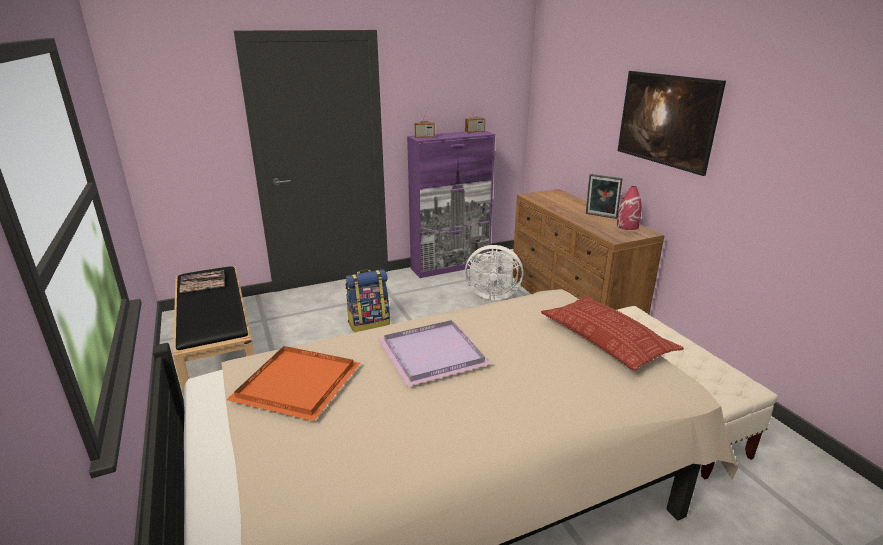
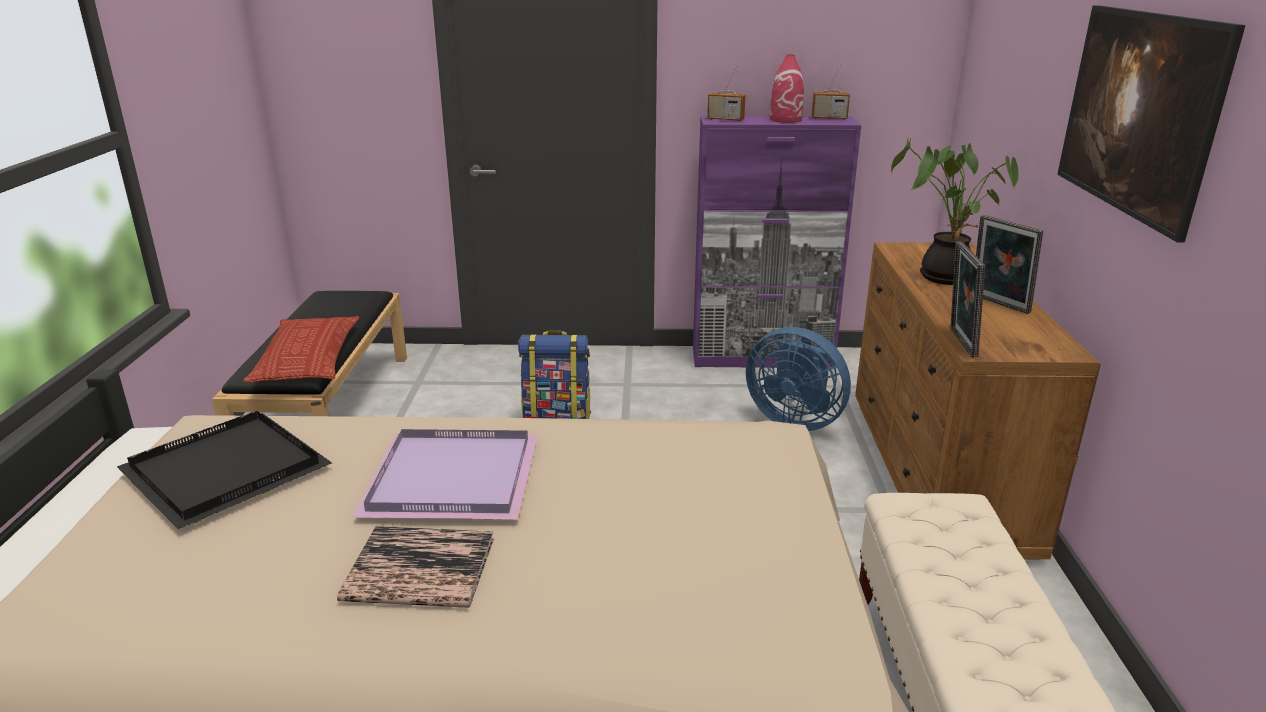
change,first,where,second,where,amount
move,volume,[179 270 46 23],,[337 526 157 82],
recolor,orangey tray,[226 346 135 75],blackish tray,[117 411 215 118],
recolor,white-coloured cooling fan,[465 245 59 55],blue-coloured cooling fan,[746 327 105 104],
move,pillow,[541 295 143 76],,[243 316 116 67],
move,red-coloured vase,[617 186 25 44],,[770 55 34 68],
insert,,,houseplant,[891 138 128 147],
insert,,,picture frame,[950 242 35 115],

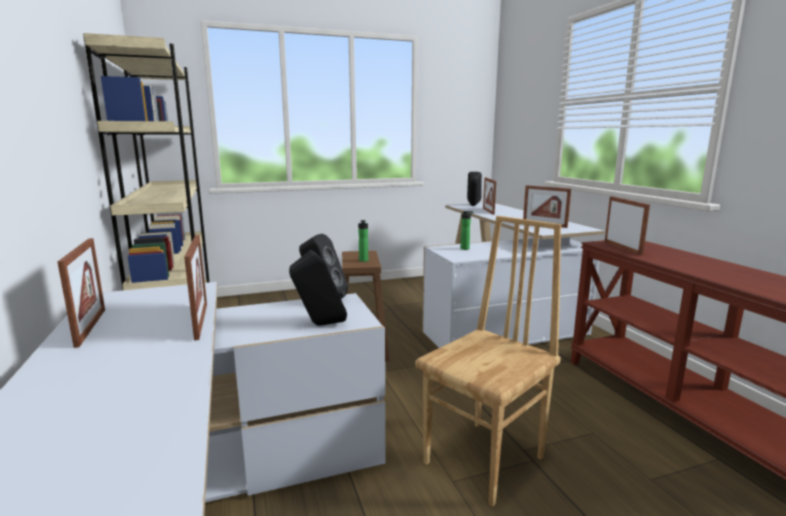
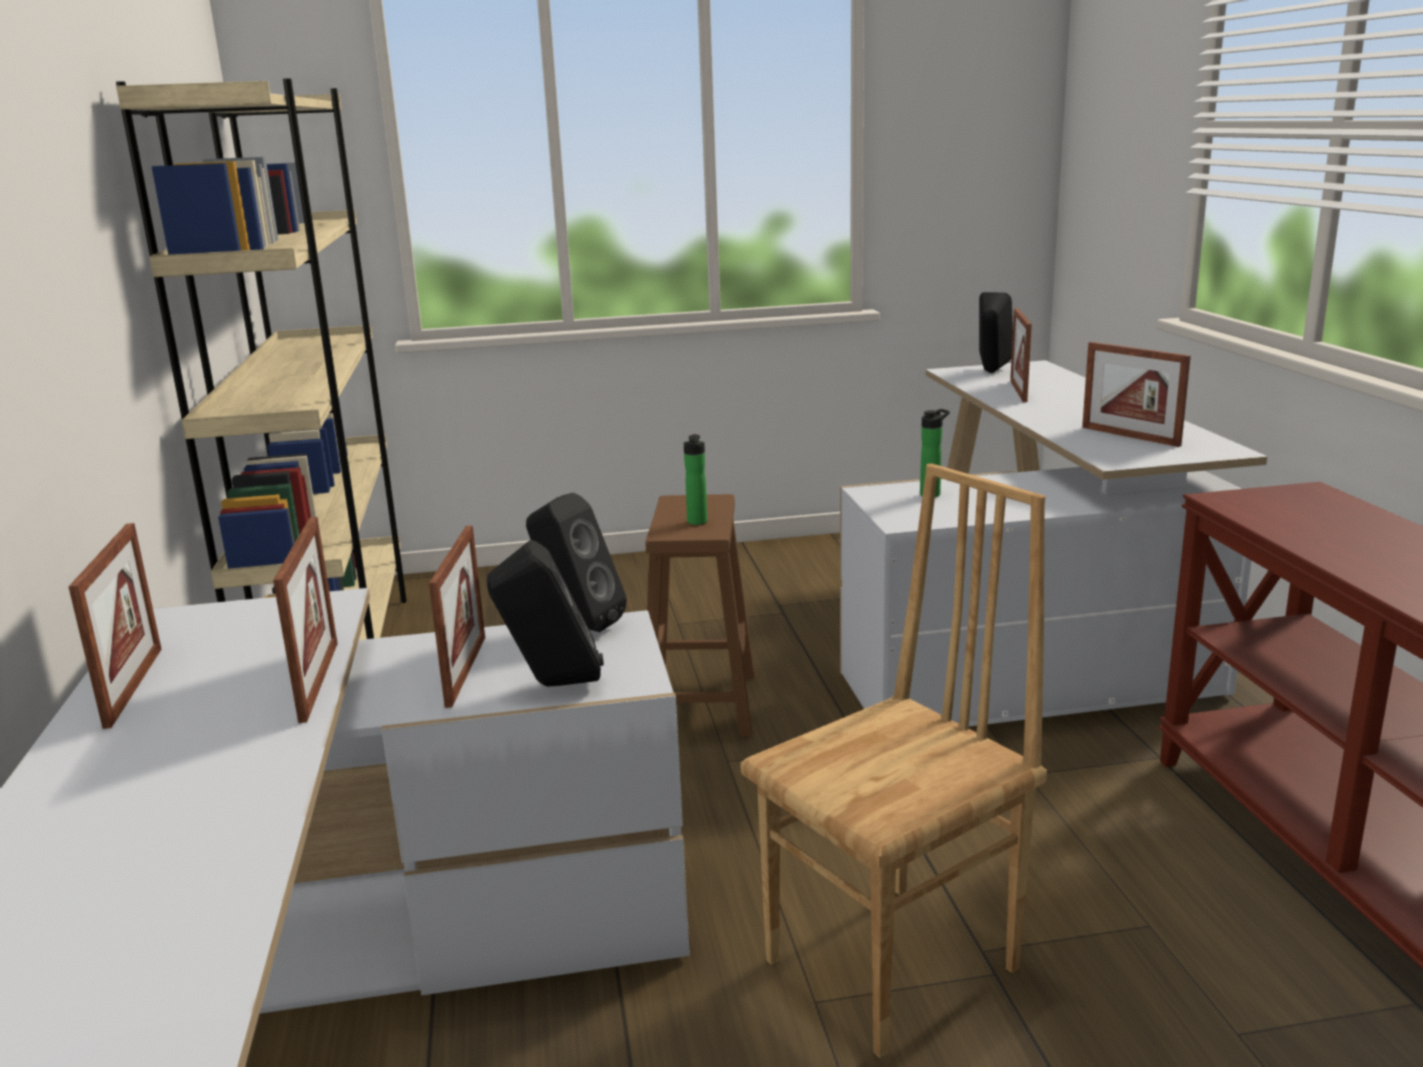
change,first,where,second,where,amount
move,picture frame,[605 196 45 59],,[429 526 56 182],

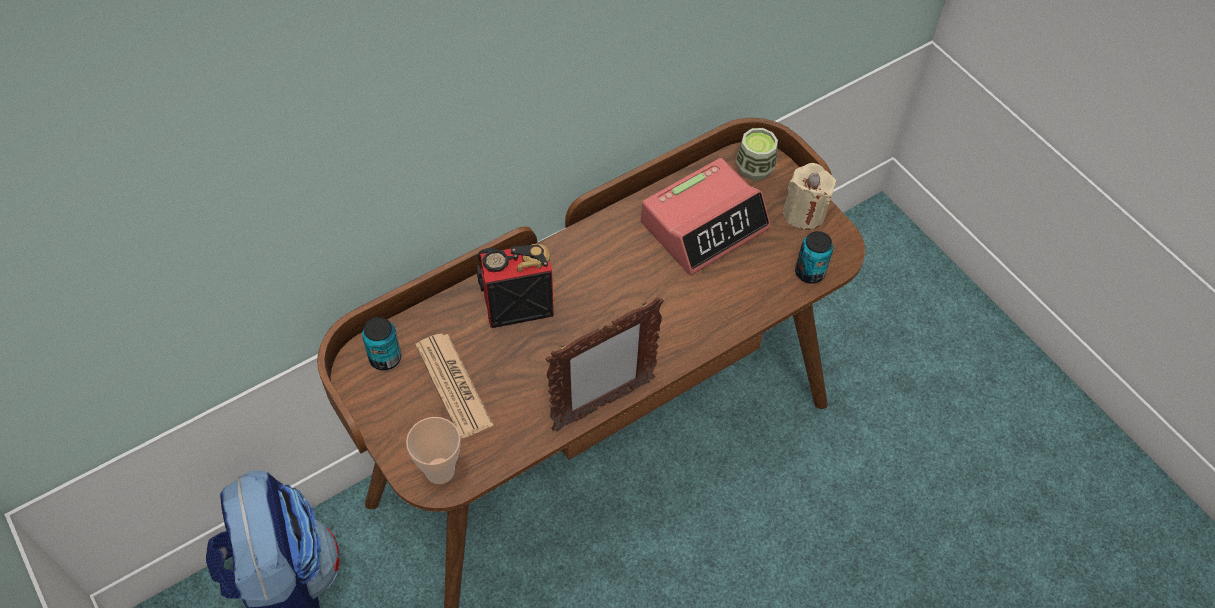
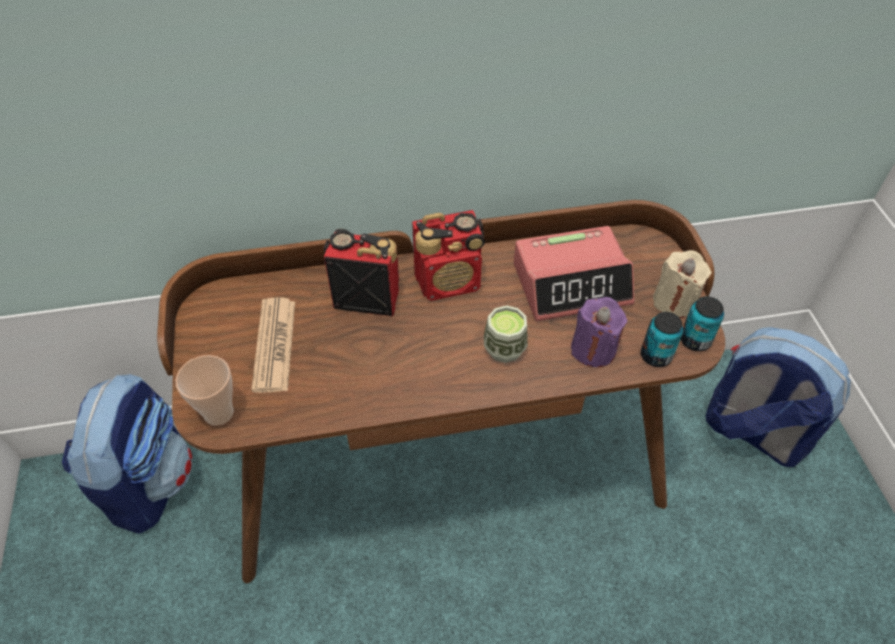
change,first,where,second,where,amount
move,can,[362 317 39 53],,[681 296 43 55],
delete,picture frame,[545 297 119 134],,,
move,drinking cup,[736 128 42 52],,[484 305 44 58],
insert,,,radio receiver,[412 210 73 91],
insert,,,purplish candle,[571 297 56 70],
insert,,,backpack,[706 327 145 140],

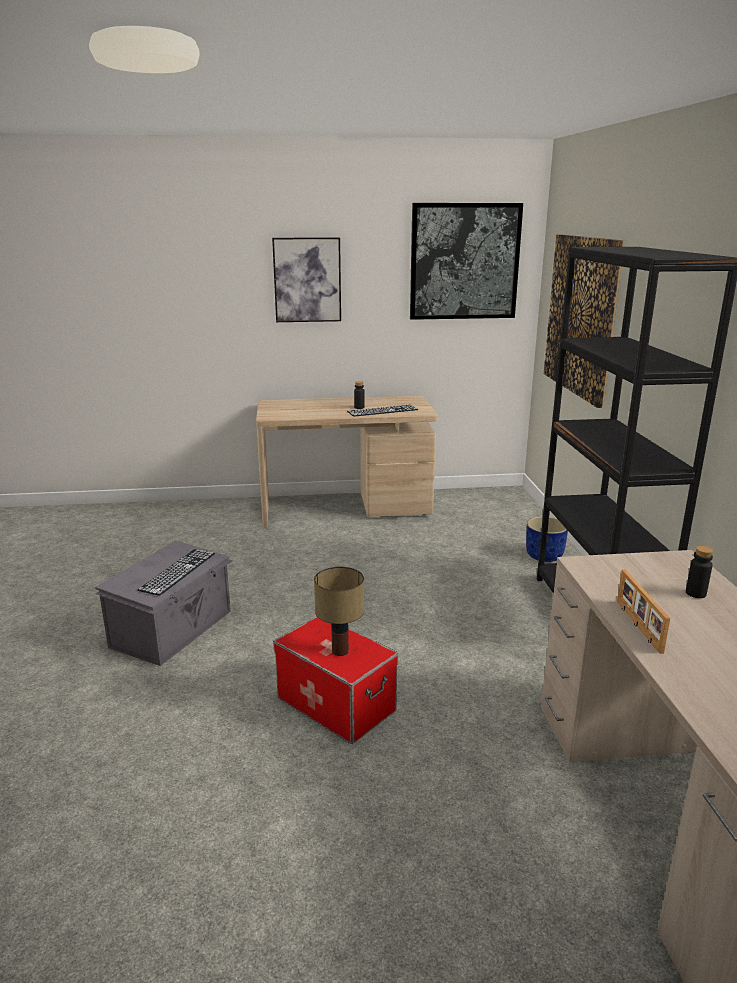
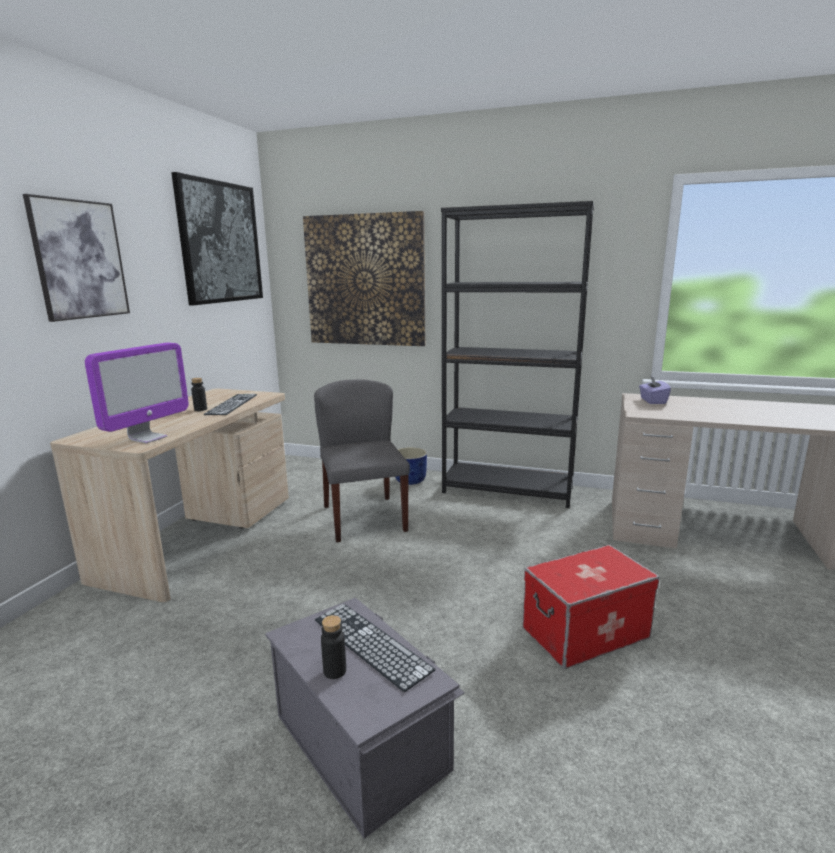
change,first,where,second,where,amount
delete,table lamp,[314 567 50 89],,,
delete,picture frame,[617 569 53 85],,,
move,blackish bottle,[686 546 27 52],,[321 615 25 64],
insert,,,computer screen,[85 342 104 101],
insert,,,greyish upright chair,[314 380 96 162],
insert,,,purplish tissue holder,[639 375 32 29],

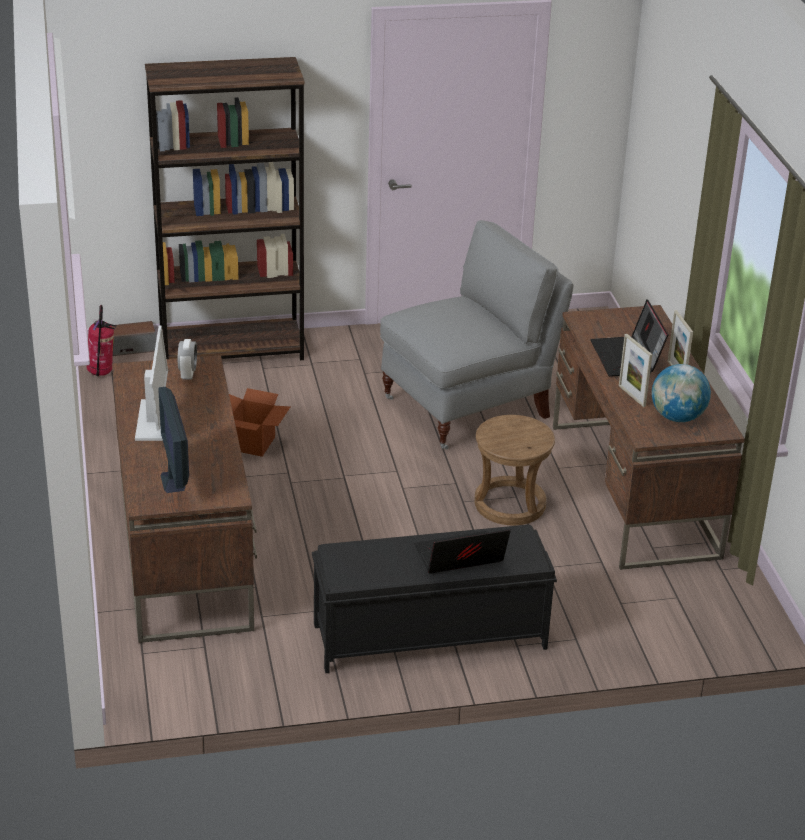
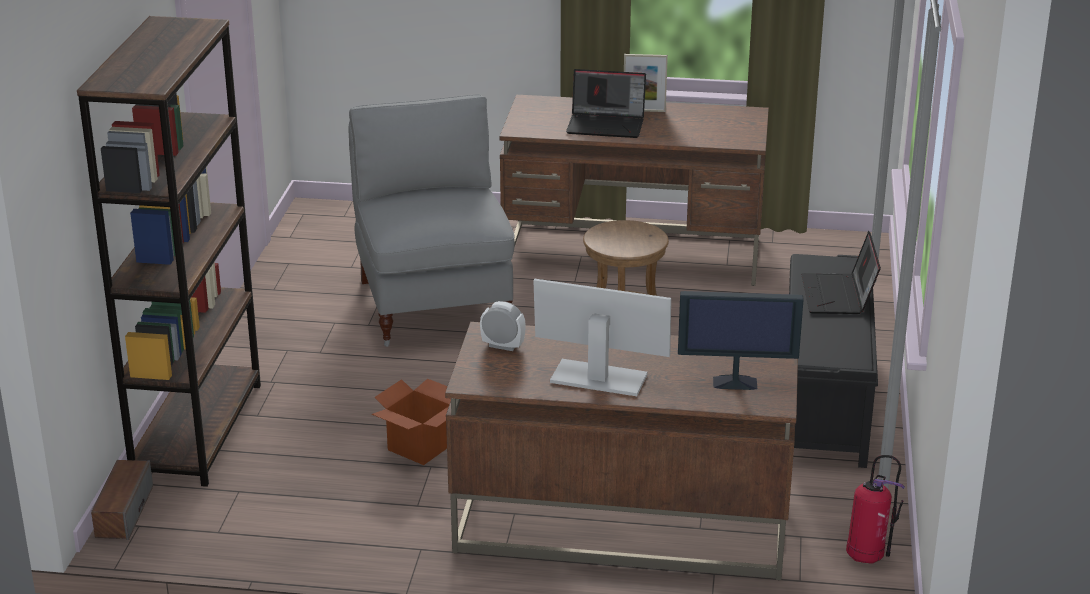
change,first,where,second,where,amount
move,fire extinguisher,[87 305 30 71],,[846 455 59 109],
delete,picture frame,[619 334 33 73],,,
delete,globe,[652 364 59 58],,,

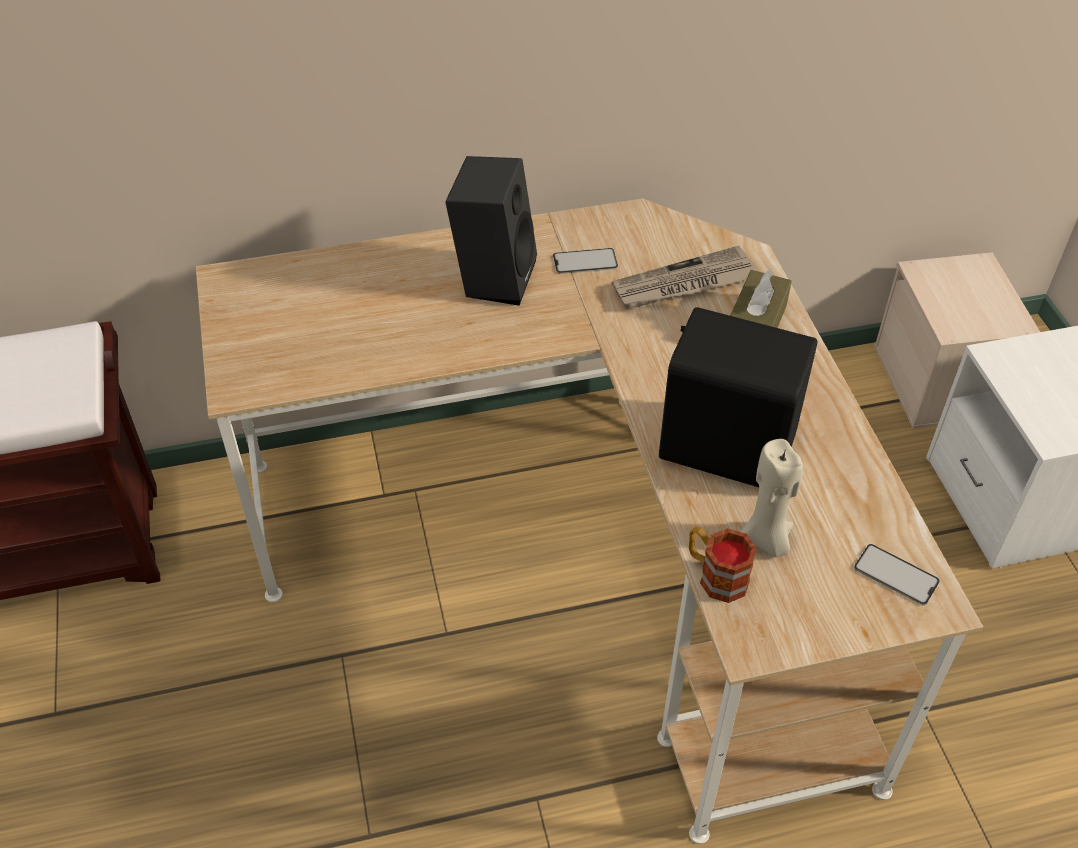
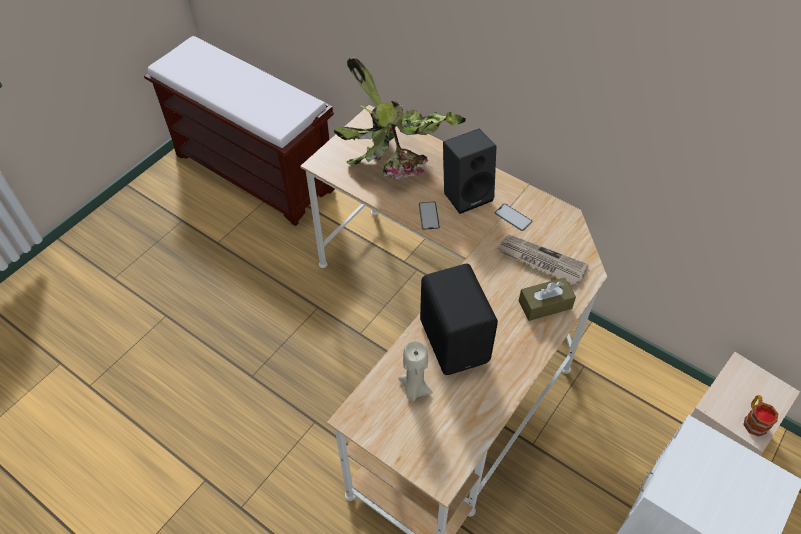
change,first,where,second,where,amount
move,coffee mug,[689 527 68 76],,[743 395 35 42],
move,handset,[854 544 86 61],,[419 202 21 28],
insert,,,houseplant,[334 57 132 123],

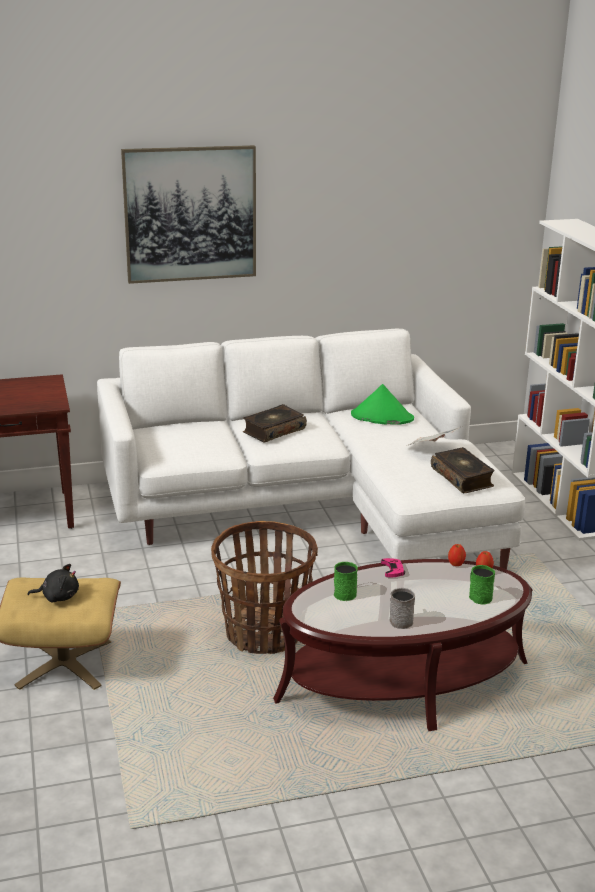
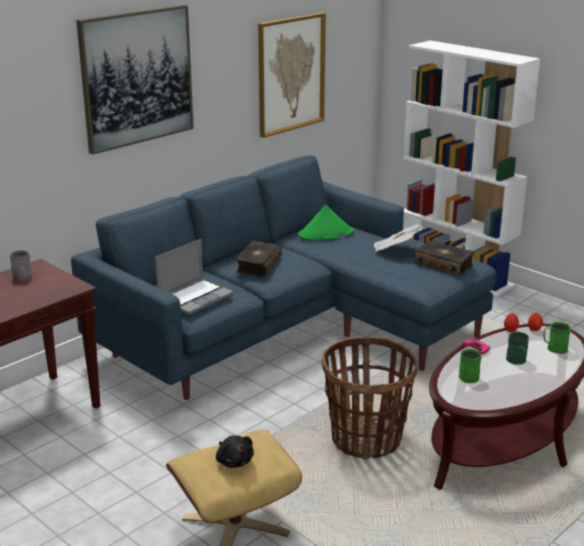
change,first,where,second,where,amount
rotate,blackish cuddly toy,[27 564 52 38],,[216 435 38 33],90 degrees clockwise
recolor,white-coloured settee,[97 329 428 240],blue-coloured settee,[71 156 425 244],
move,greyish coffee mug,[389 588 26 41],,[10 250 22 31],
insert,,,notebook computer,[155 239 79 76],
insert,,,wall art,[258 13 68 125],
insert,,,greenish coffee mug,[506 332 23 33],

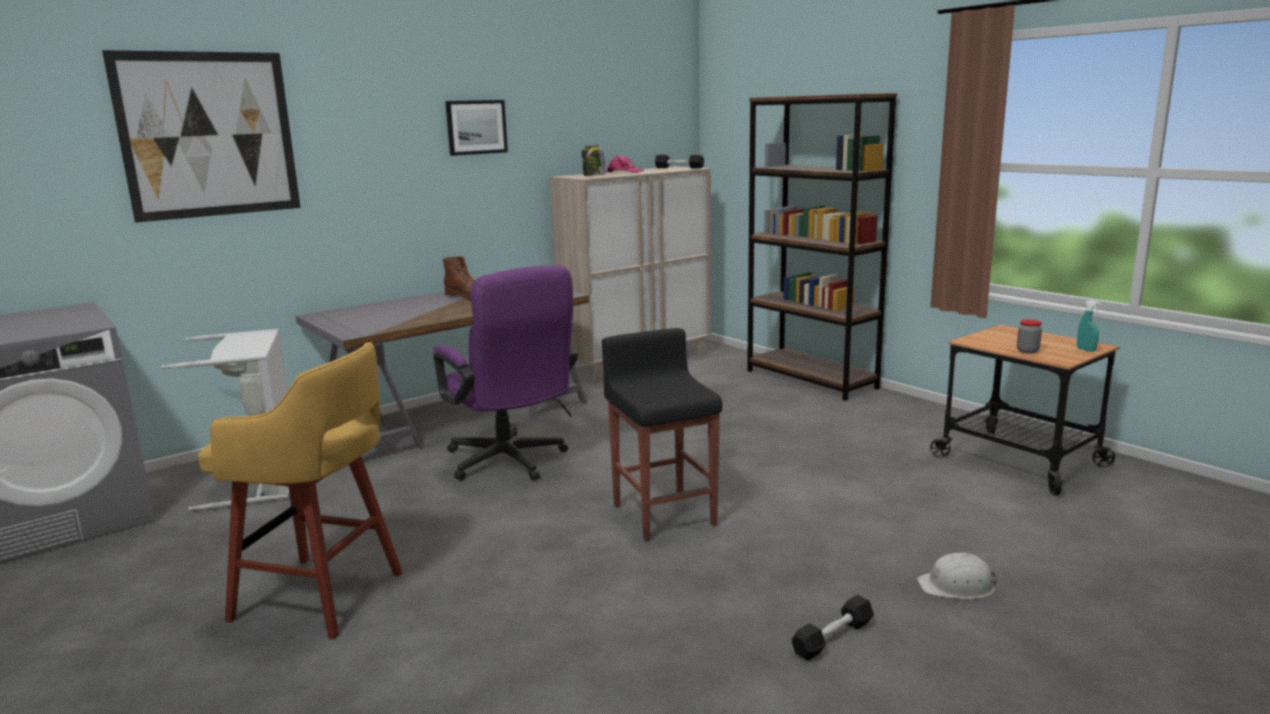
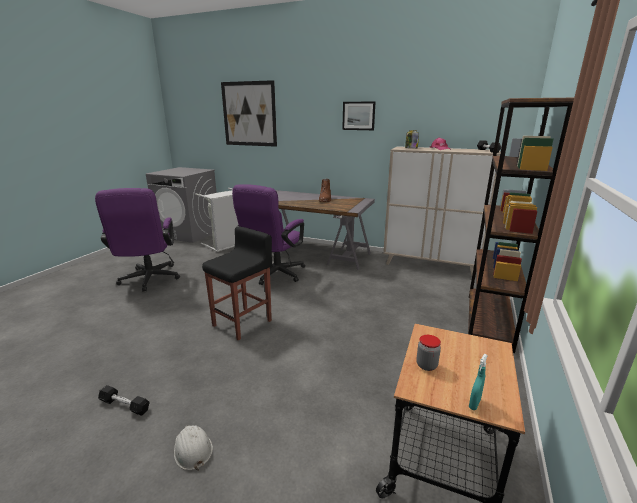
change,first,where,second,where,amount
replace,yellow-coloured stool,[198 342 205 297],purplish office chair,[95 188 85 104],

